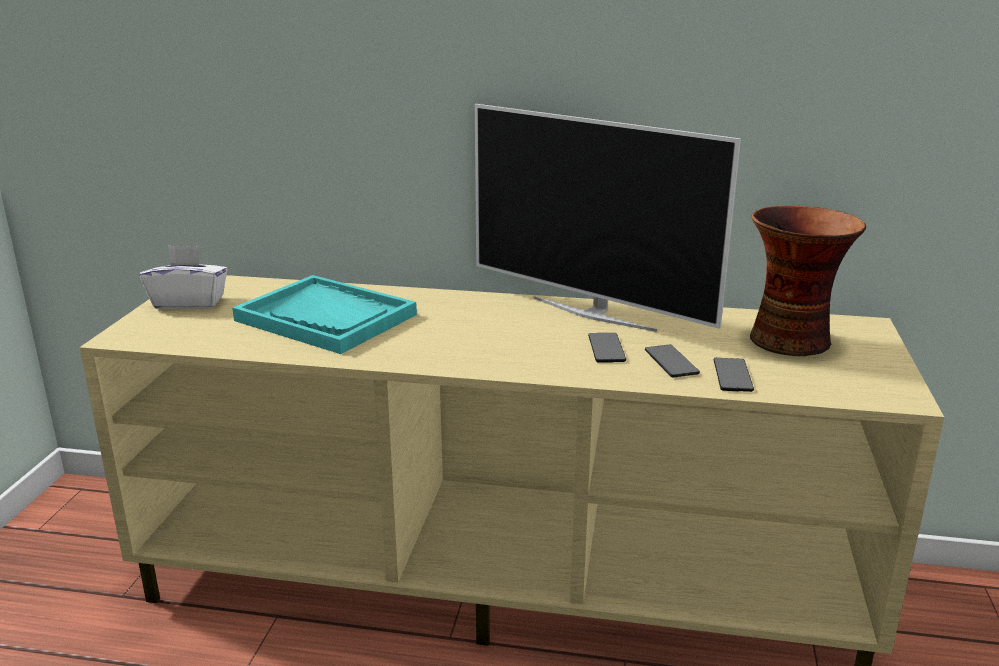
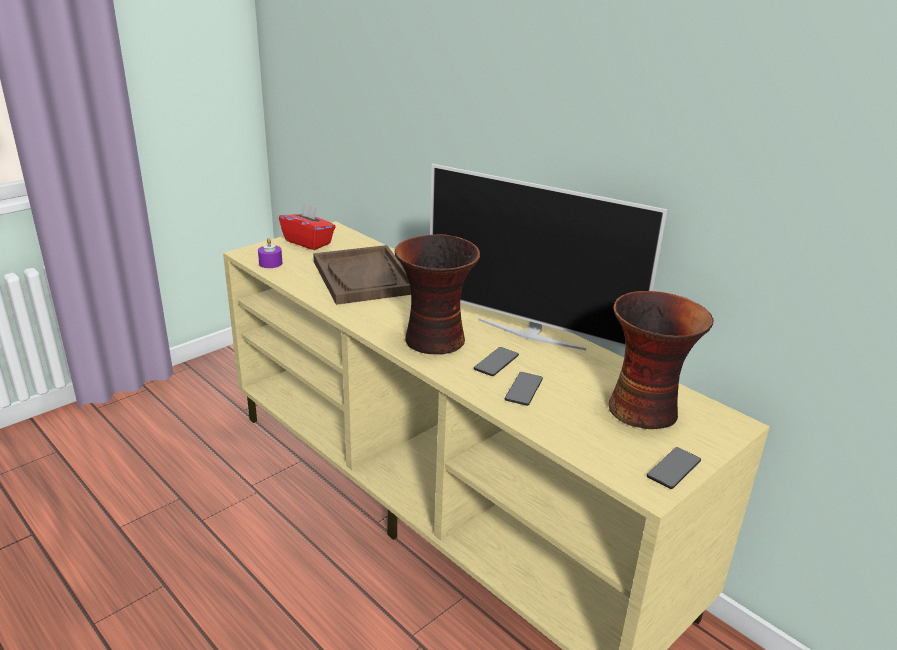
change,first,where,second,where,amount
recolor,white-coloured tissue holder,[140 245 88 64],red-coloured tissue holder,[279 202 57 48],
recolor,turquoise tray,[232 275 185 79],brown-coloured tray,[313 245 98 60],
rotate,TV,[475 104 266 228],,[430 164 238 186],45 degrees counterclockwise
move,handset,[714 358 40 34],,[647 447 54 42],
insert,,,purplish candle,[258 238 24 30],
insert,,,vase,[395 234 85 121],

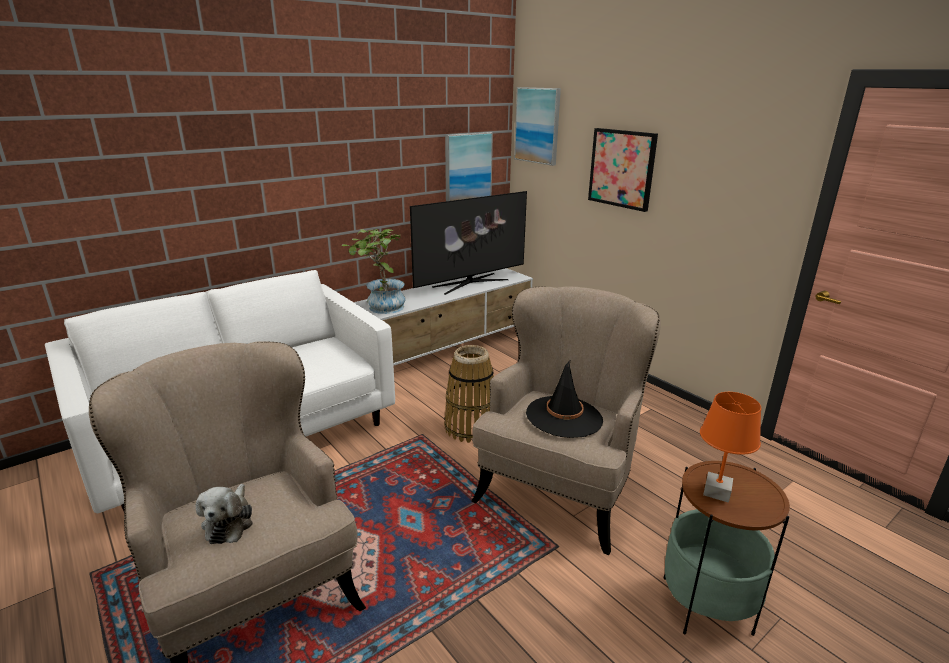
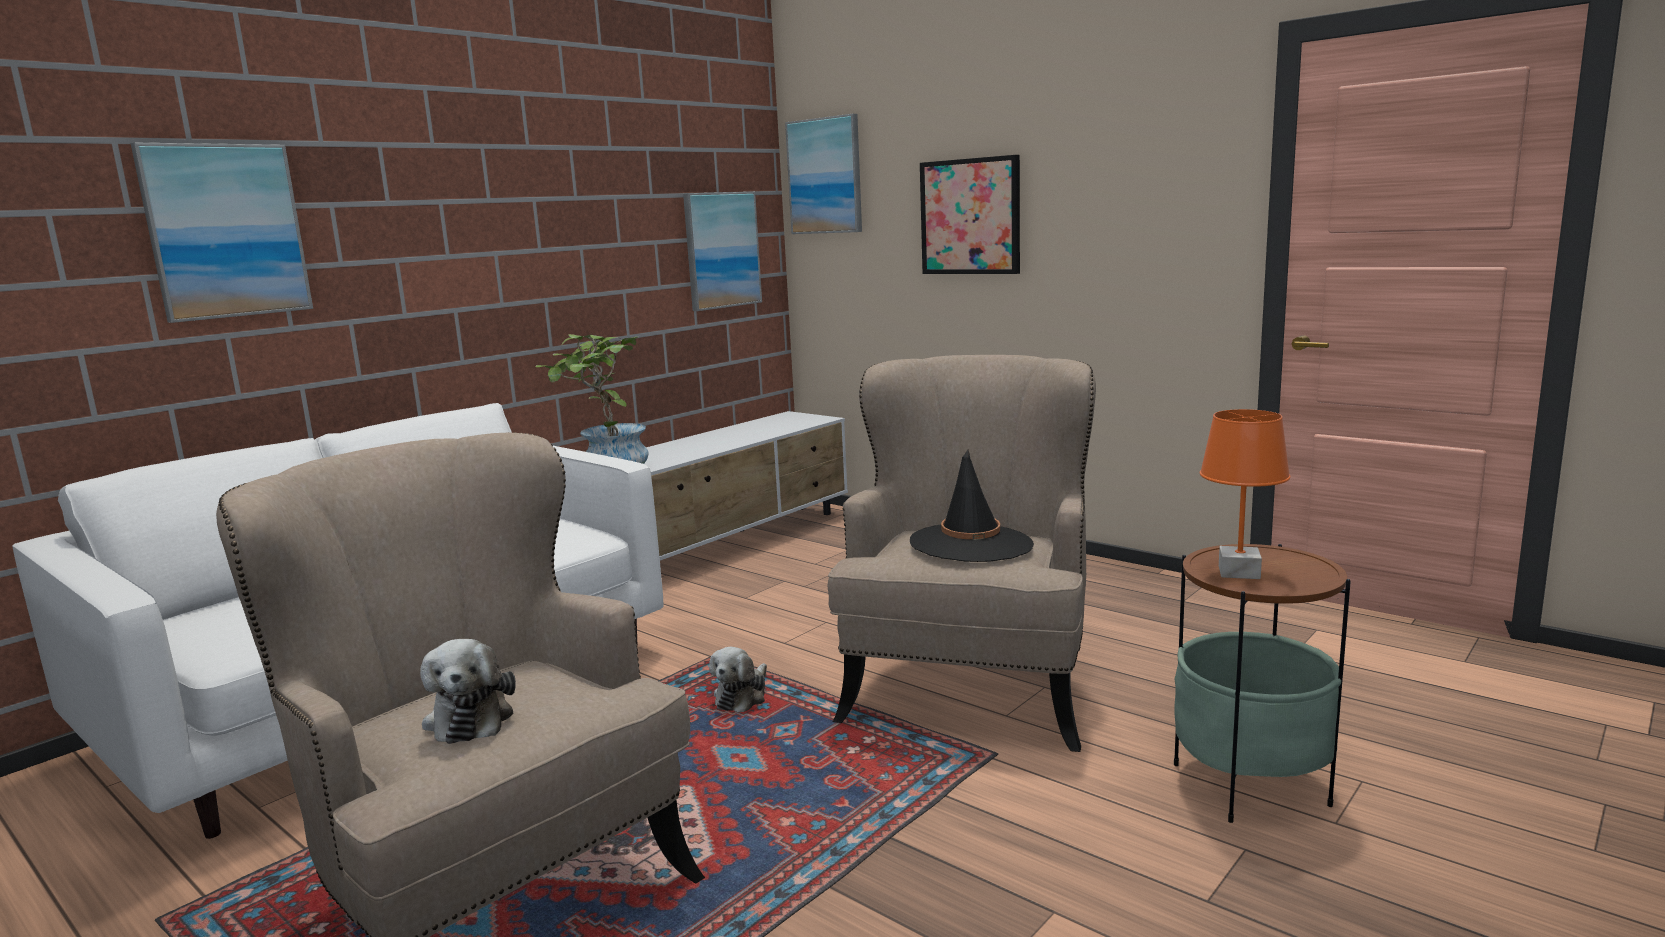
change,first,where,second,where,amount
delete,TV,[410 191 117 104],,,
delete,storage basket,[444 345 50 98],,,
insert,,,wall art,[131 143 182 180],
insert,,,cuddly toy,[709 647 58 65],

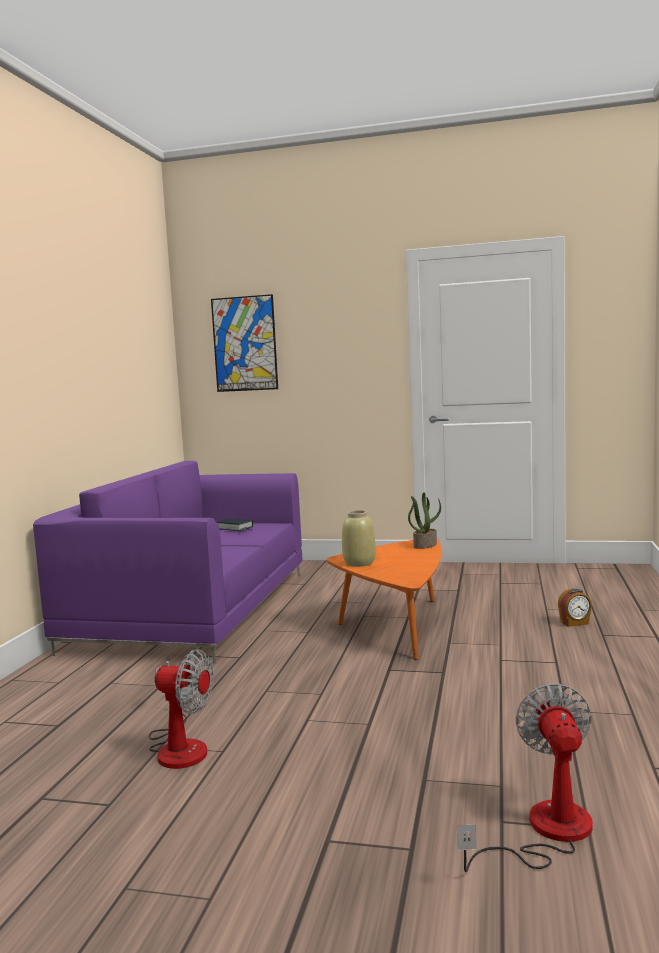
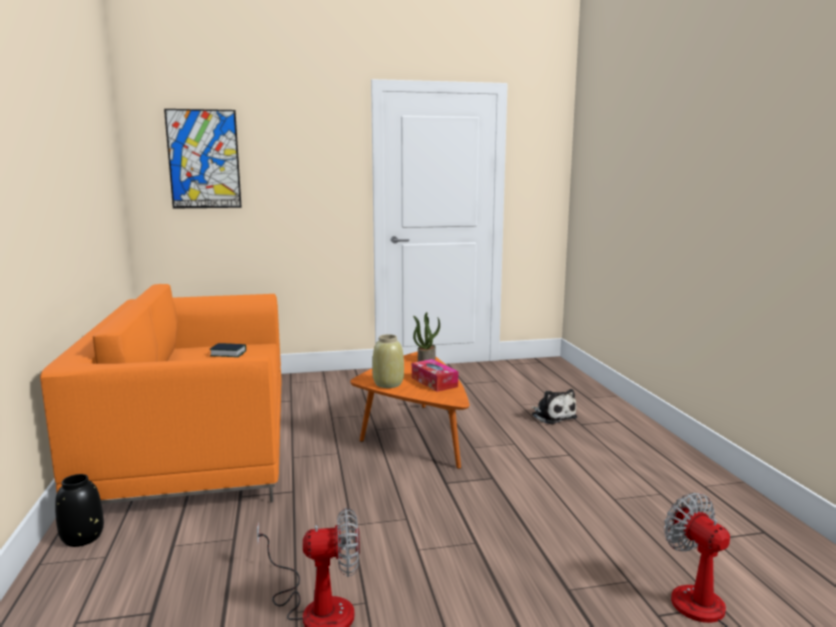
change,first,where,second,where,amount
recolor,purplish settee,[33 461 270 202],orangey settee,[40 284 242 220],
replace,table clock,[558 589 34 38],cuddly toy,[531 389 47 35],
insert,,,blackish vase,[55 474 49 73],
insert,,,tissue holder,[412 359 46 33],

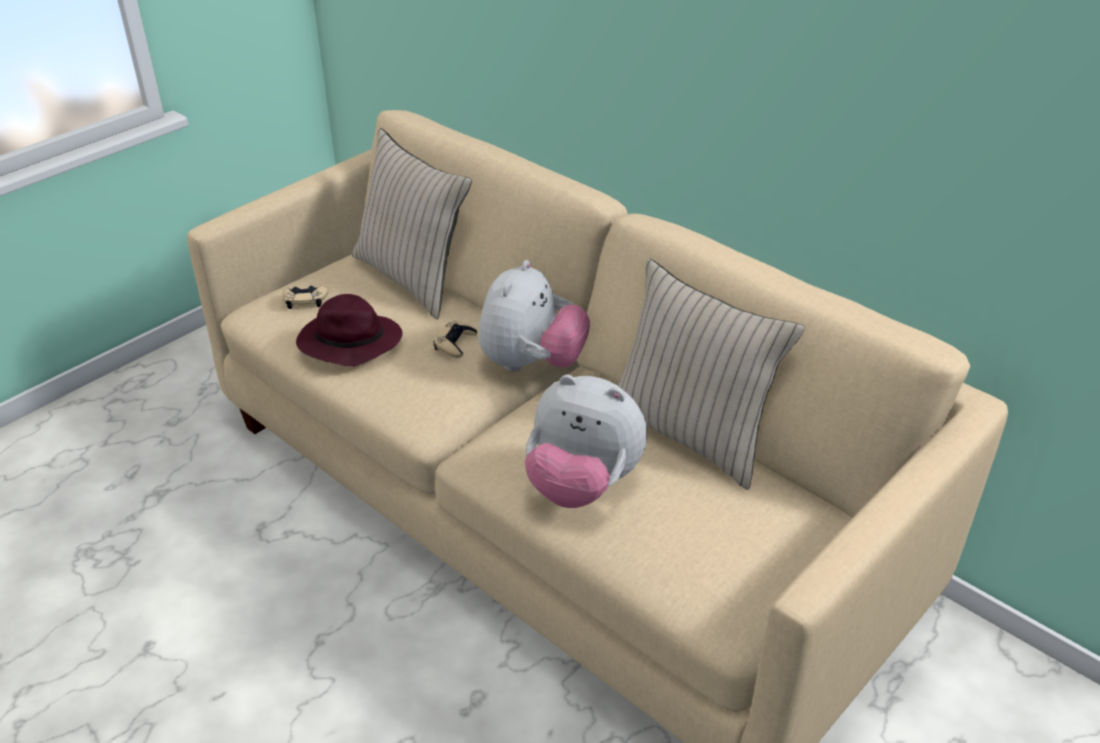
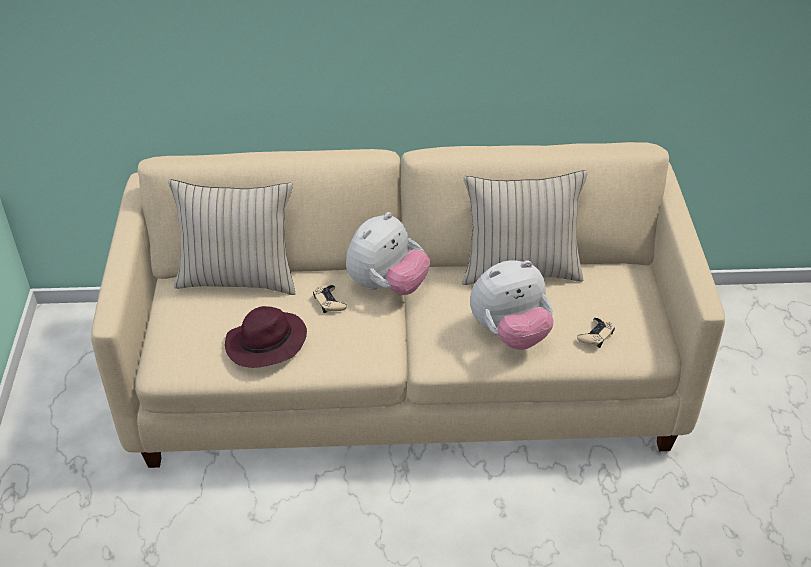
change,first,where,second,where,amount
move,beige-coloured game controller,[282 286 46 23],,[577 317 38 31],
rotate,cuddly toy,[479 260 111 112],,[346 212 84 83],60 degrees clockwise

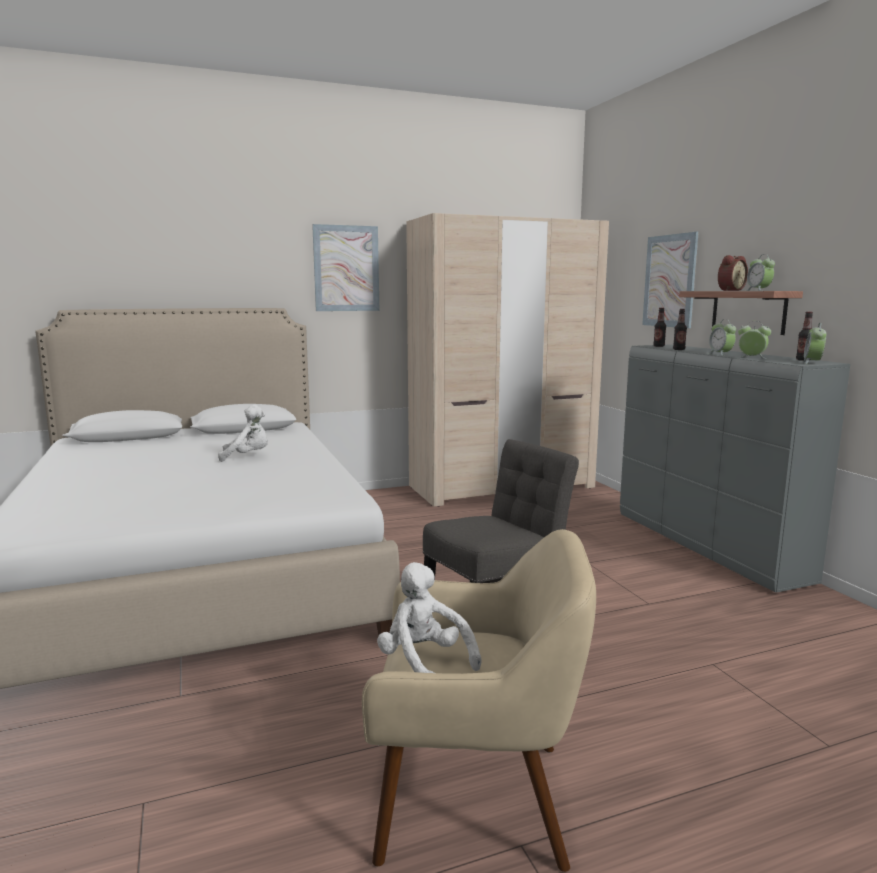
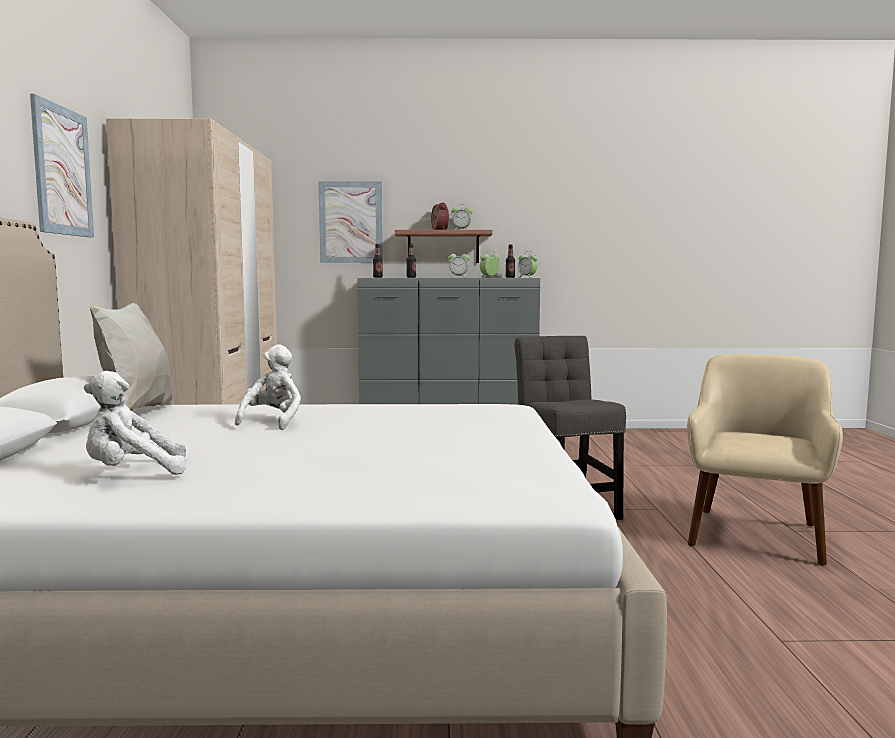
change,first,where,second,where,amount
move,white-coloured cuddly toy,[377 562 105 111],,[84 371 102 104],
insert,,,white-coloured pillow,[87 302 86 109],

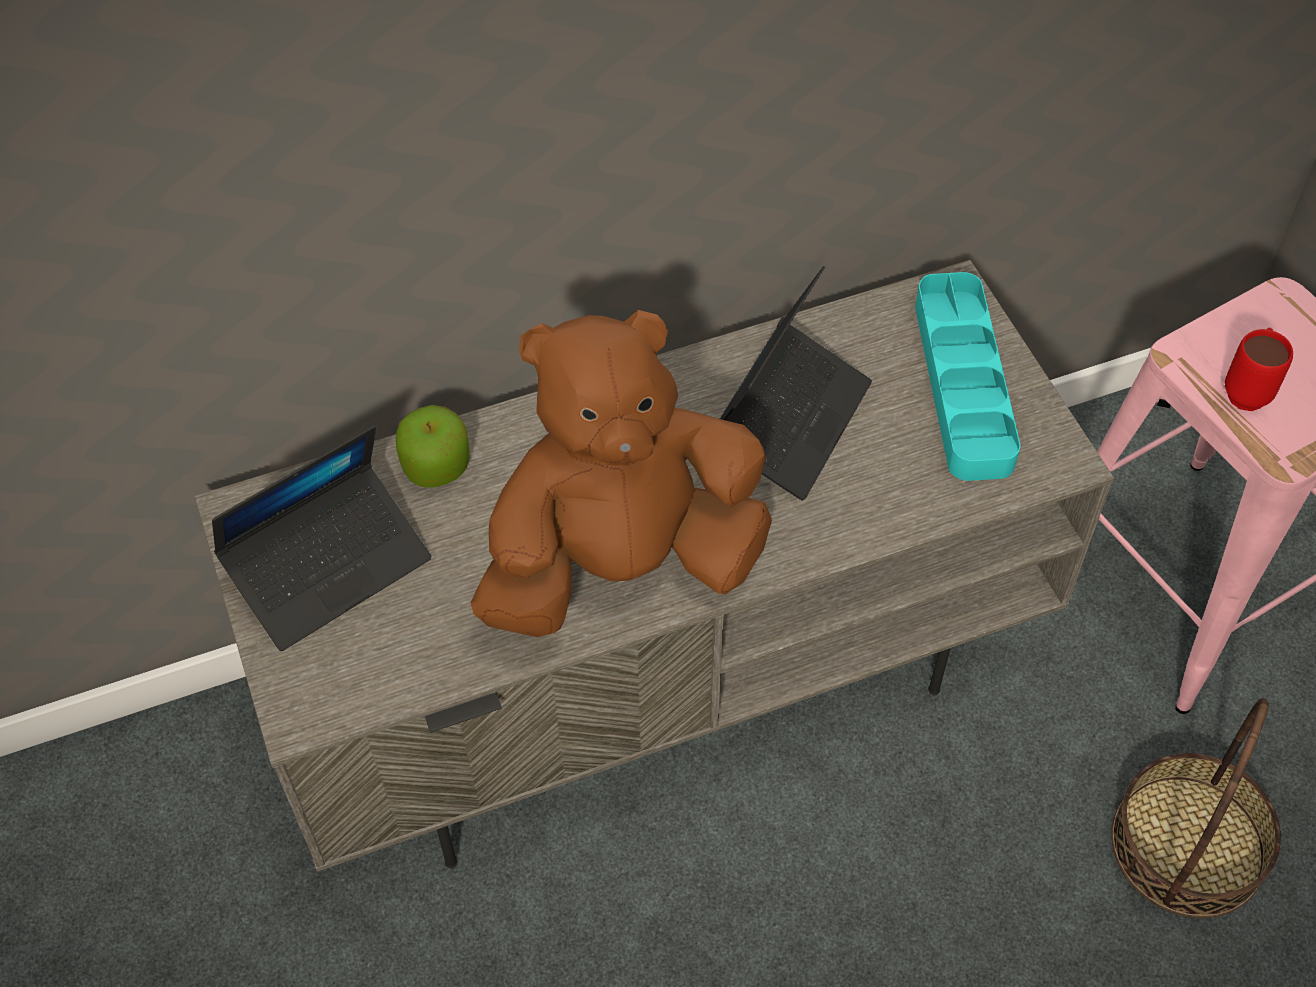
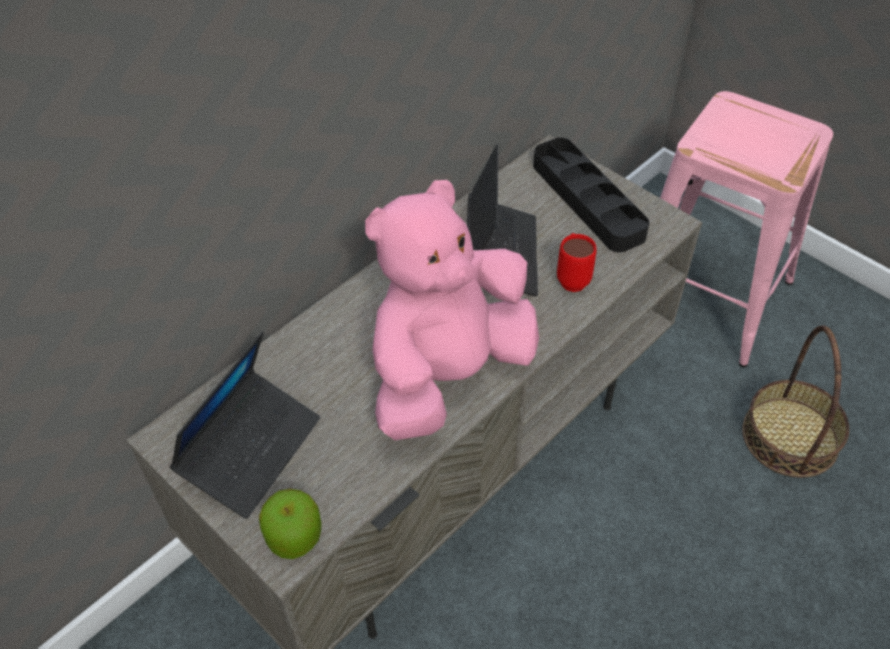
change,first,where,second,where,amount
move,whole apple,[396 405 74 83],,[259 489 62 70],
recolor,brown-coloured cuddly toy,[471 310 301 327],pink cuddly toy,[365 180 174 260],
recolor,turquoise tray,[915 272 105 209],blackish tray,[533 137 116 115],
move,red-coloured coffee mug,[1225 328 68 83],,[557 233 40 59],

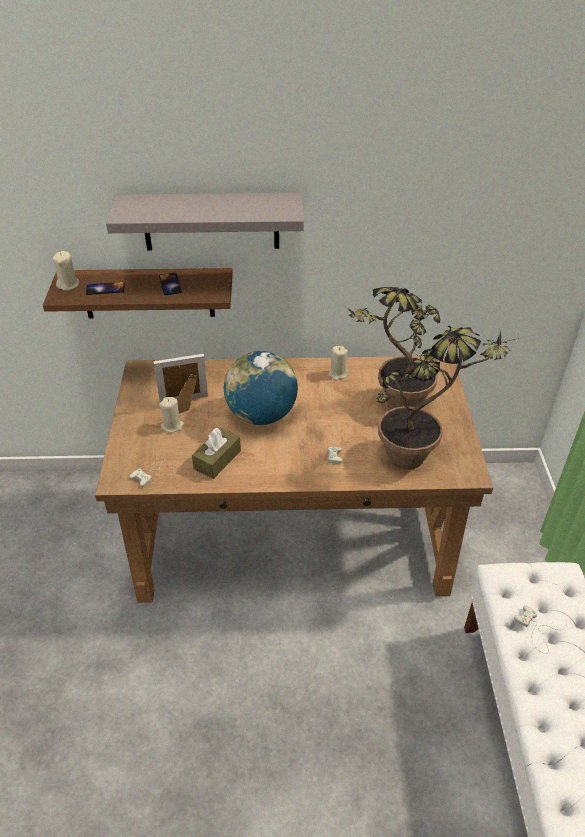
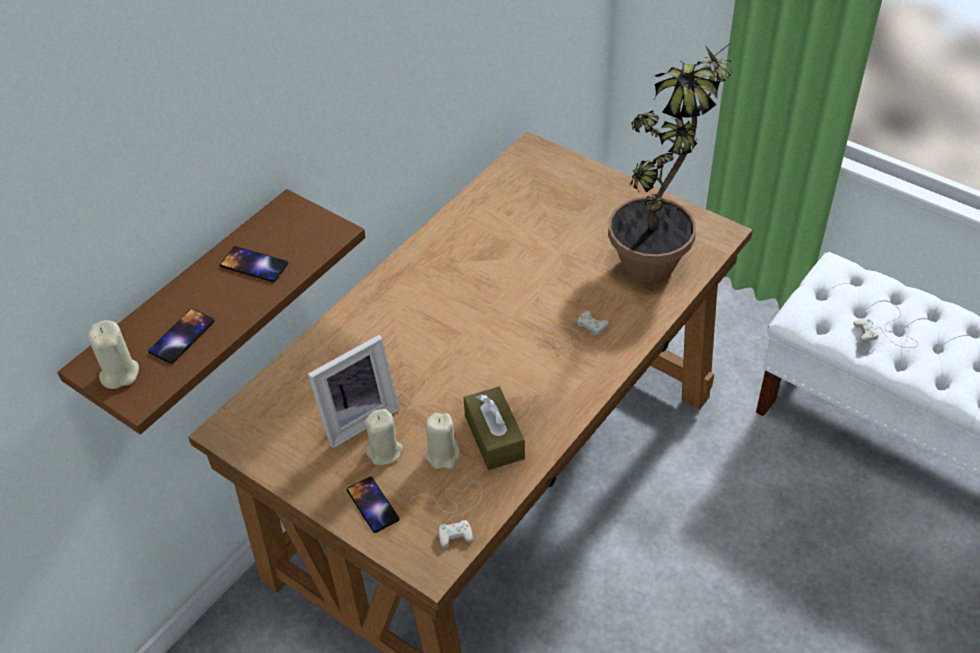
change,first,where,second,where,amount
delete,greyish bracket shelf,[106 193 198 57],,,
rotate,picture frame,[153 354 55 60],,[308 335 91 113],150 degrees counterclockwise
delete,globe,[224 351 74 74],,,
move,beige-coloured candle,[328 346 21 35],,[426 413 34 56],
delete,houseplant,[344 287 96 122],,,
insert,,,handset,[347 477 52 56],

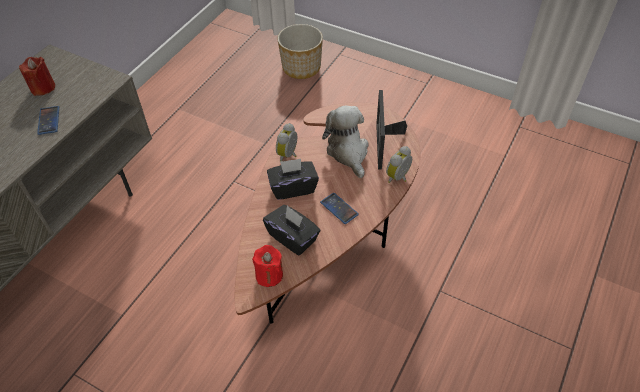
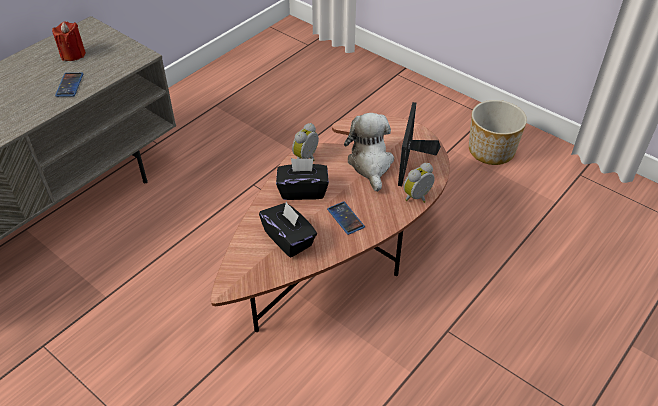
change,first,where,second,where,amount
delete,red-coloured candle,[252 245 31 42],,,
move,planter,[277 24 46 55],,[469 100 58 65],

